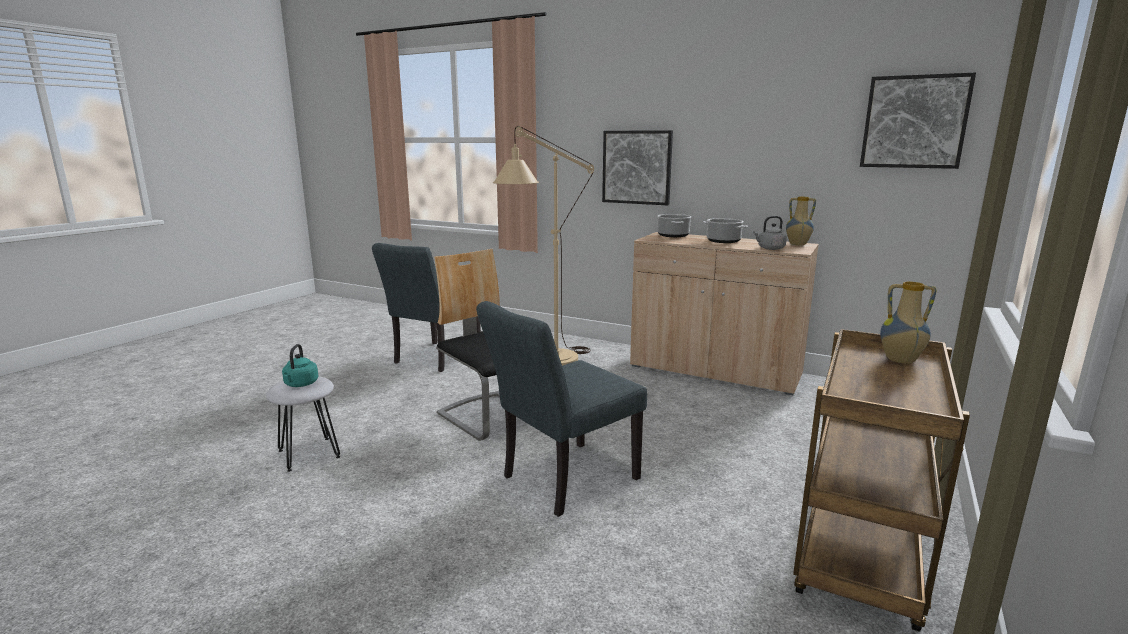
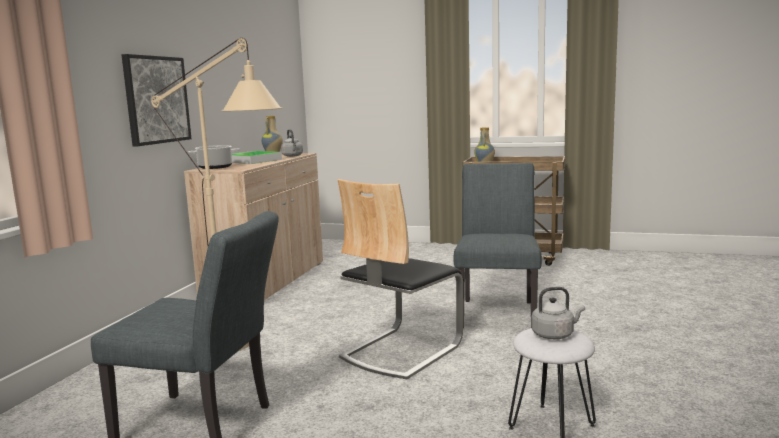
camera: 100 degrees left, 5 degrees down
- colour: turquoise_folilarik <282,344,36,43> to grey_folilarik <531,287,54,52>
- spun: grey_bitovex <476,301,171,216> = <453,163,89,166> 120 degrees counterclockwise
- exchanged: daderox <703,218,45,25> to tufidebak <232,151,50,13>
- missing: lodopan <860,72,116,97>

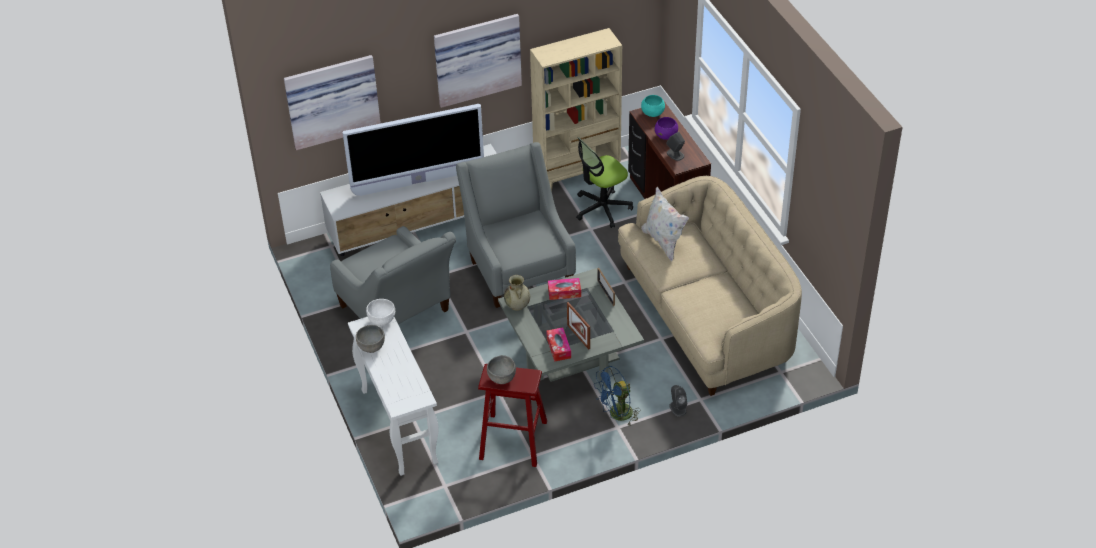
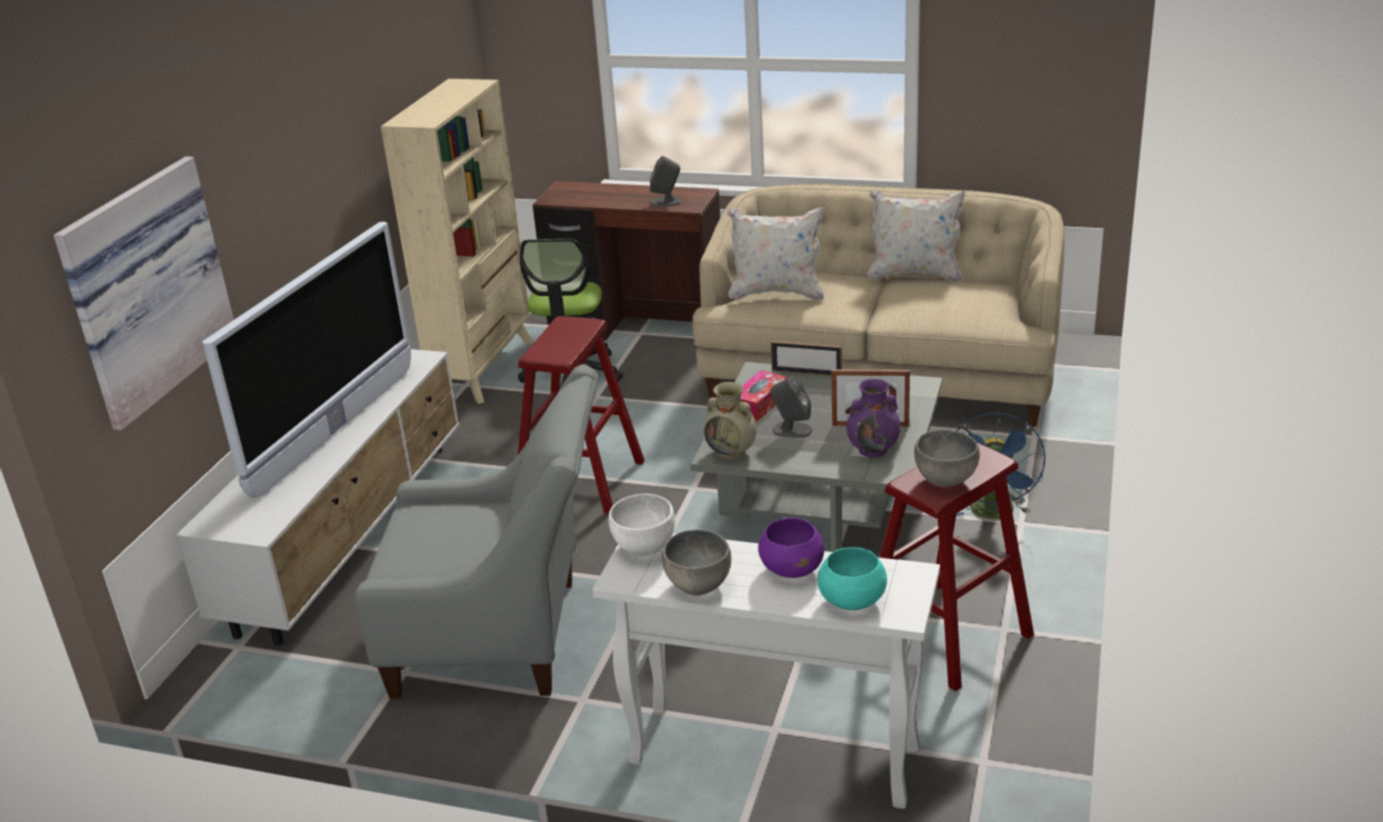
camera: 50 degrees left, 15 degrees down
- missing: lodopan <434,14,88,94>
- exchanged: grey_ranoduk <456,142,120,166> to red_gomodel <518,316,127,198>
- exchanged: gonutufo <547,327,24,35> to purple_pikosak <847,379,54,79>
- relocated: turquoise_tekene <641,95,24,22> to <817,547,70,63>
- relocated: purple_tekene <655,117,23,23> to <758,518,66,60>
- relocated: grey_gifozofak <669,385,18,32> to <770,376,42,62>
- appeared: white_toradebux <867,190,98,91>

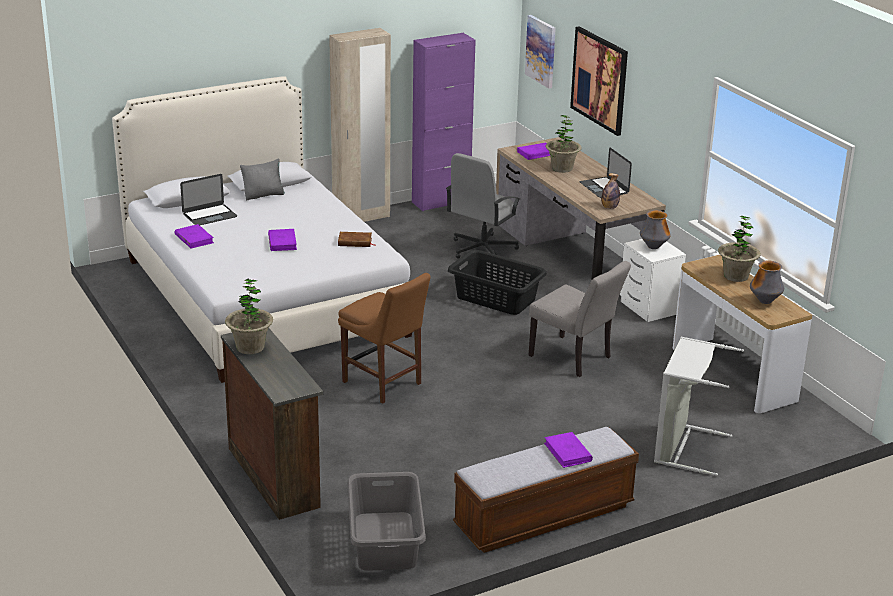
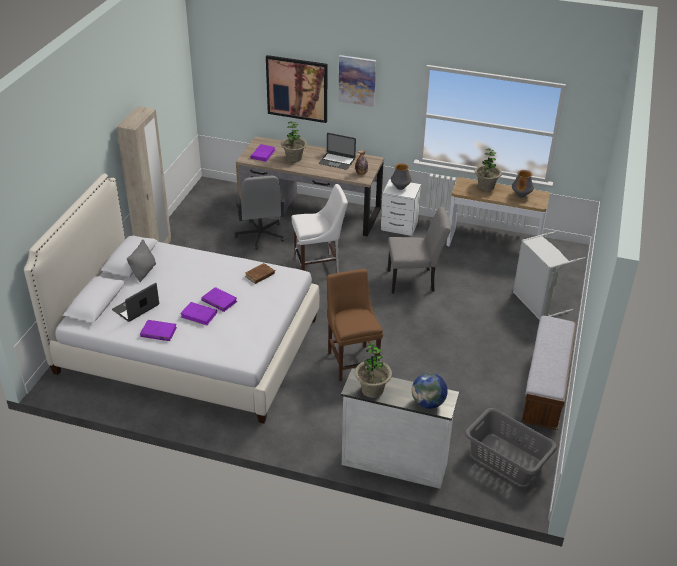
camera: 45 degrees left, 10 degrees up
- spun: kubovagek <180,174,57,51> = <112,283,47,39> 150 degrees counterclockwise
- colour: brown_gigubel <221,327,102,193> to white_gigubel <341,369,118,120>
- spun: brown_bitovex <338,273,93,131> = <327,269,56,112> 105 degrees counterclockwise
- missing: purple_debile <412,33,64,178>
- exchanged: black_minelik <448,250,99,65> to white_bitovex <291,184,57,89>
- relocated: lodopan <525,15,31,74> to <338,55,38,52>
- relocated: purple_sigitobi <544,432,49,36> to <180,302,37,23>
- appeared: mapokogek <412,373,36,36>

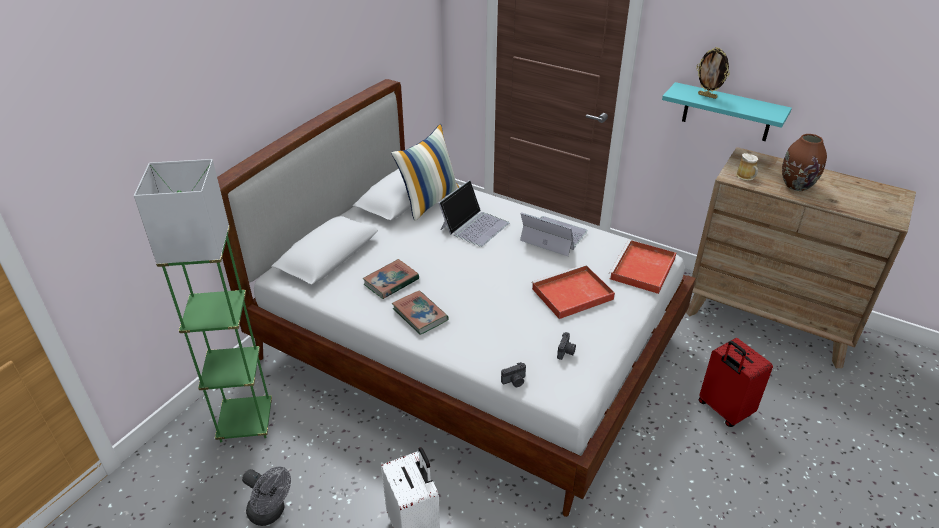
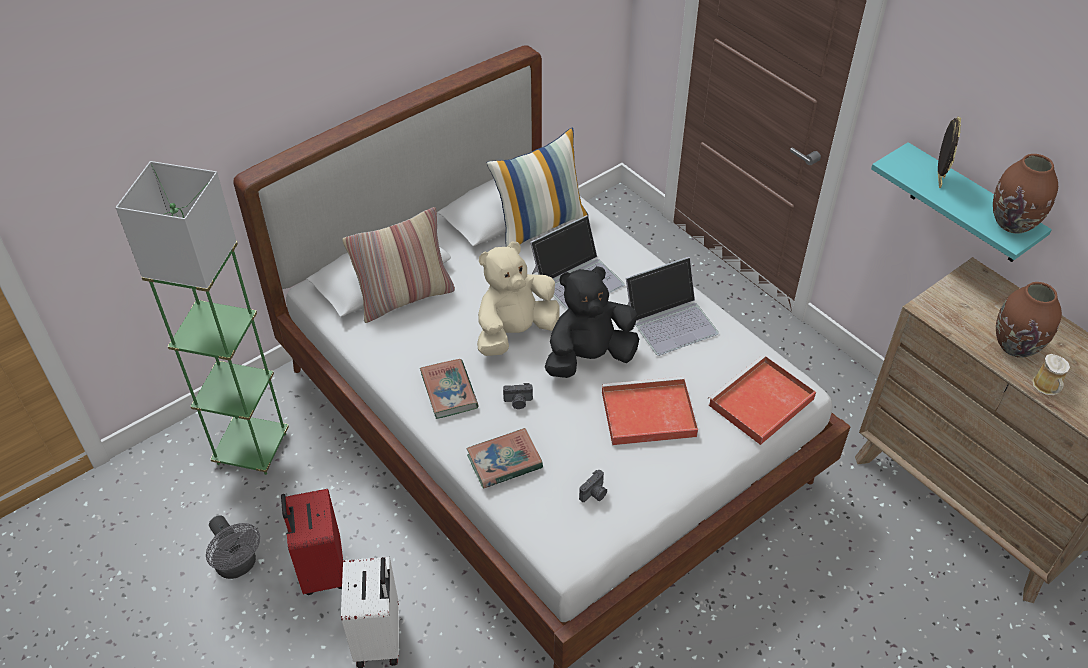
camera: 20 degrees right, 10 degrees up
- relocated: sigitobi <363,259,56,40> to <467,428,76,61>
- relocated: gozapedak <501,362,25,25> to <503,383,30,26>
- spun: kubovagek <520,212,68,44> = <626,257,93,99> 105 degrees clockwise
- spun: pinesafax <696,47,34,52> = <938,117,23,71> 135 degrees counterclockwise
- relocated: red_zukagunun <699,338,74,89> to <281,489,62,106>
- relocated: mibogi <736,153,22,28> to <1032,354,38,41>
- appeared: toradebux <342,207,113,116>
- appeared: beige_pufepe <477,242,83,114>
- appeared: black_pufepe <545,266,94,112>
- appeared: brown_pikosak <993,154,65,80>

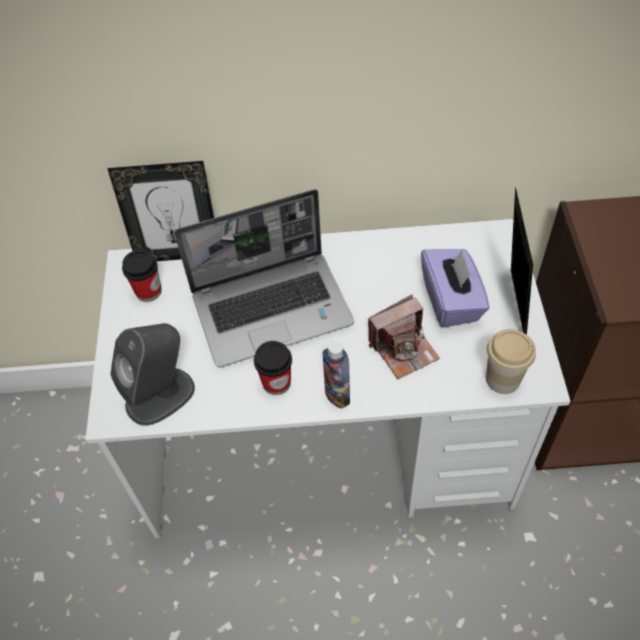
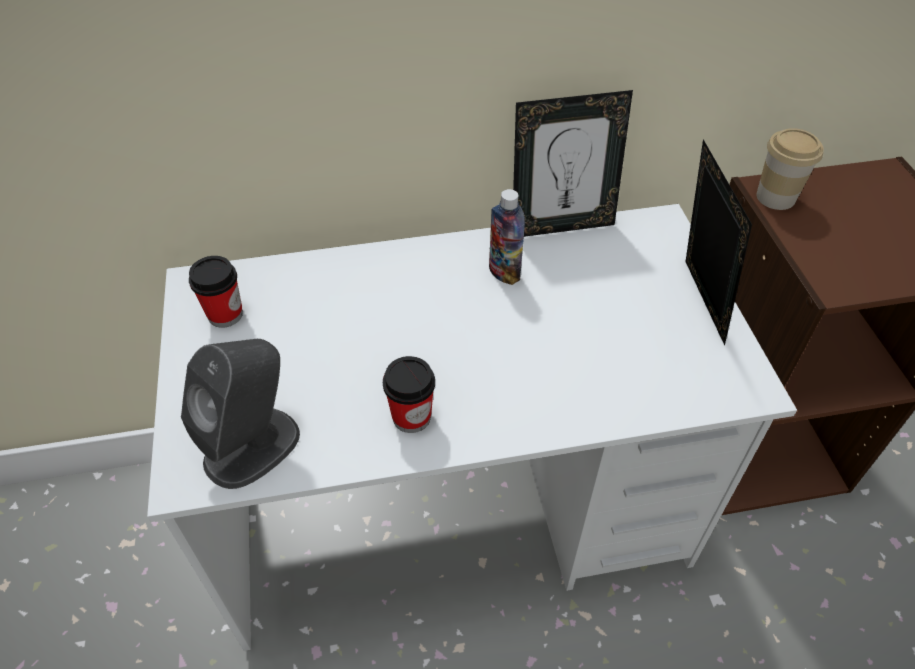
camera: 10 degrees left, 5 degrees down
- relocated: pinesafax <107,161,107,100> to <513,90,120,147>
- missing: kubovagek <174,189,180,178>
- relocated: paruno <323,341,27,68> to <489,189,36,96>
- missing: gozapedak <368,295,72,84>
- missing: purple_gonutufo <421,248,68,80>
- relocated: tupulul <486,329,50,65> to <756,128,68,82>

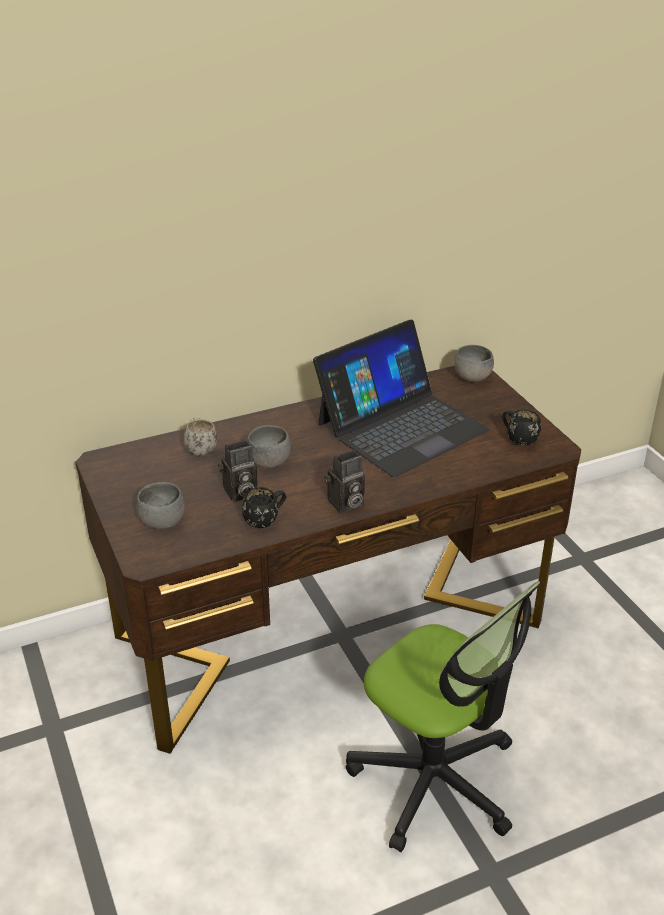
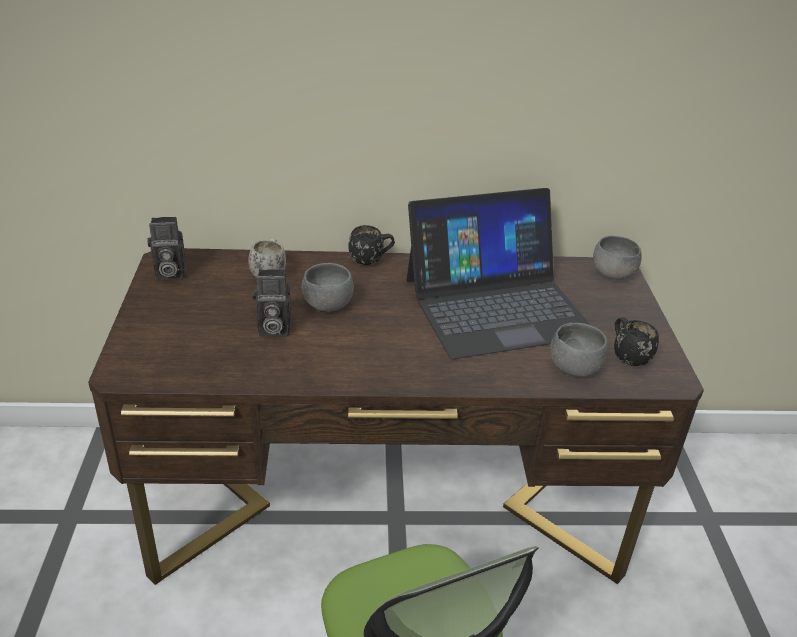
camera: 20 degrees right, 0 degrees up
- relocated: grey_tekene <136,482,49,47> to <550,323,58,54>
- relocated: black_mibogi <242,487,45,41> to <348,225,47,40>
- relocated: gozapedak <324,450,41,64> to <147,217,39,64>

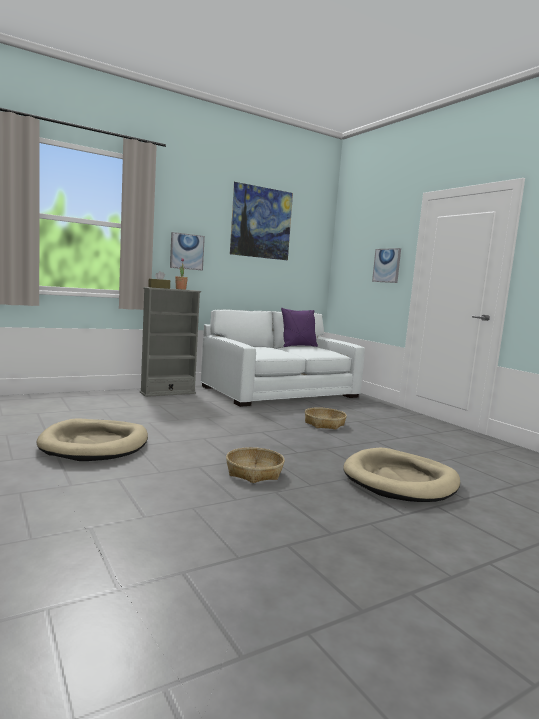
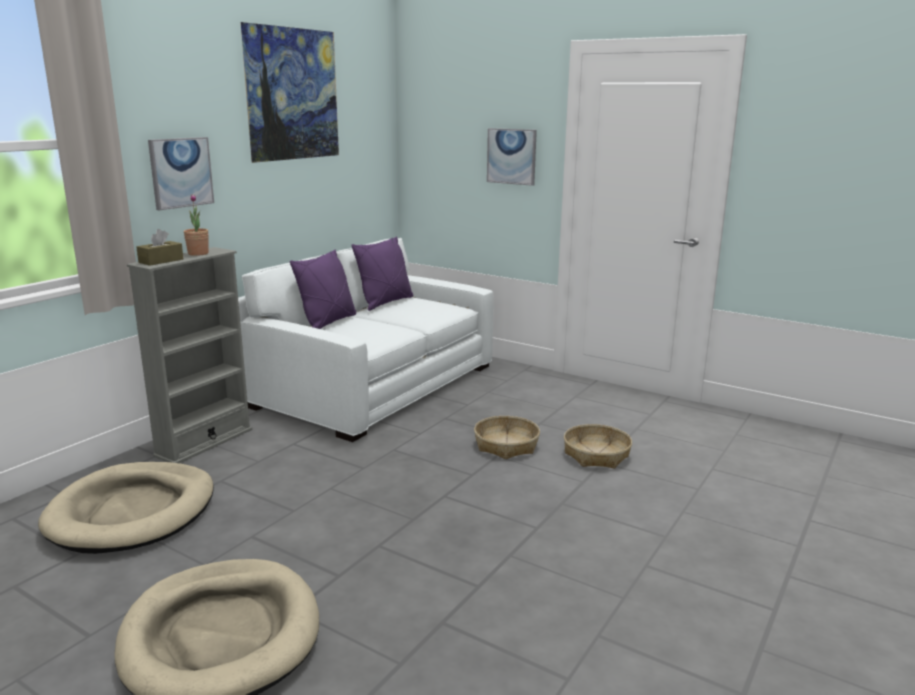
camera: 25 degrees left, 10 degrees up
- relocated: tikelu <226,447,59,36> to <564,424,68,44>
- relocated: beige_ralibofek <343,448,117,54> to <38,462,176,92>
- appeared: purple_toradebux <290,250,66,79>

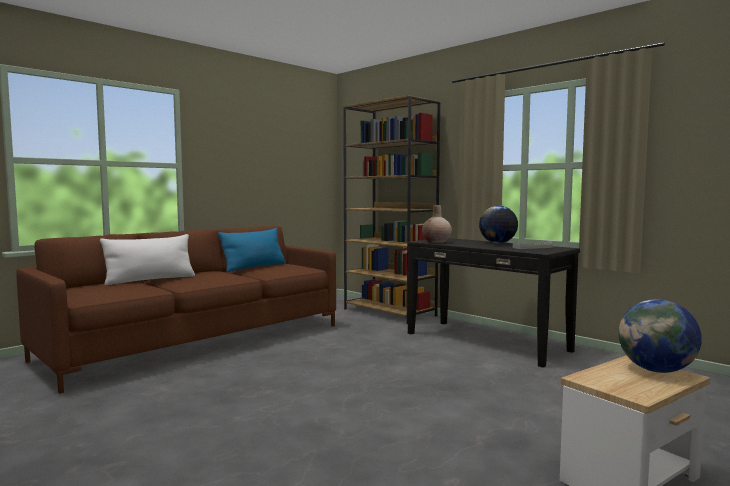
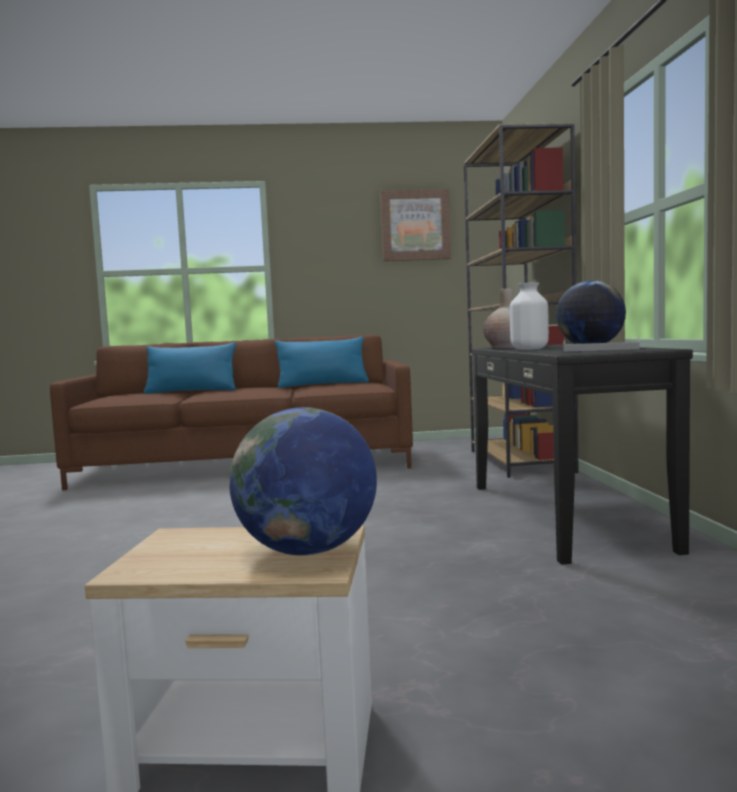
camera: 40 degrees right, 0 degrees up
- colour: white_toradebux <100,234,95,51> to blue_toradebux <144,343,92,51>
- appeared: lodopan <380,189,71,72>
- appeared: white_pikosak <510,282,39,68>

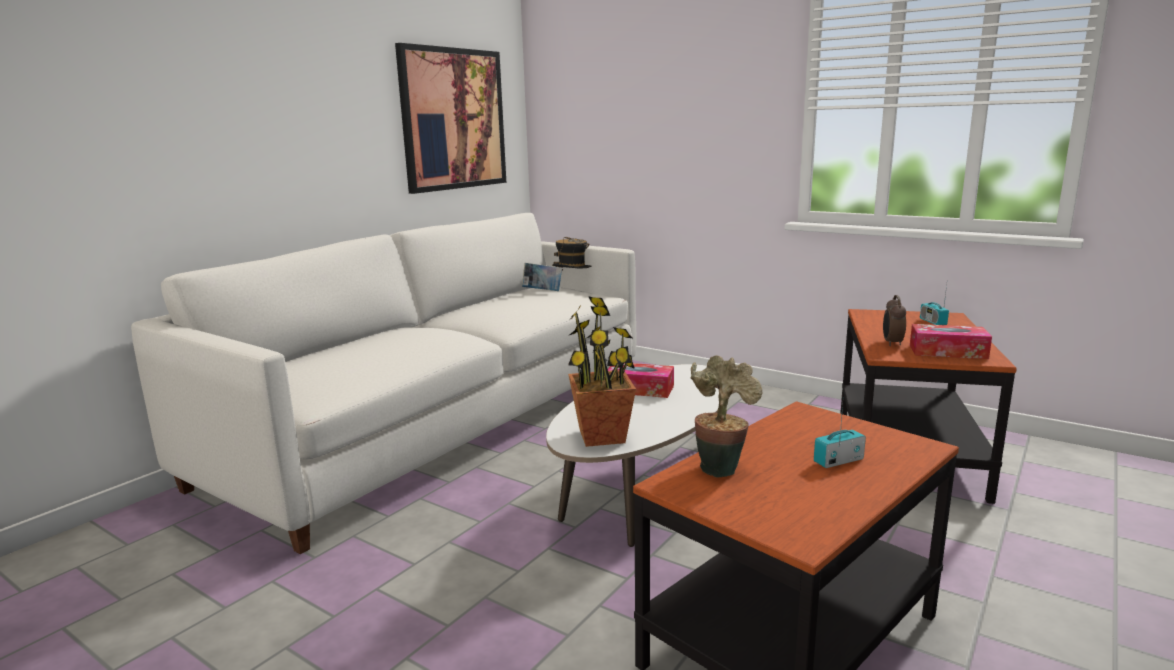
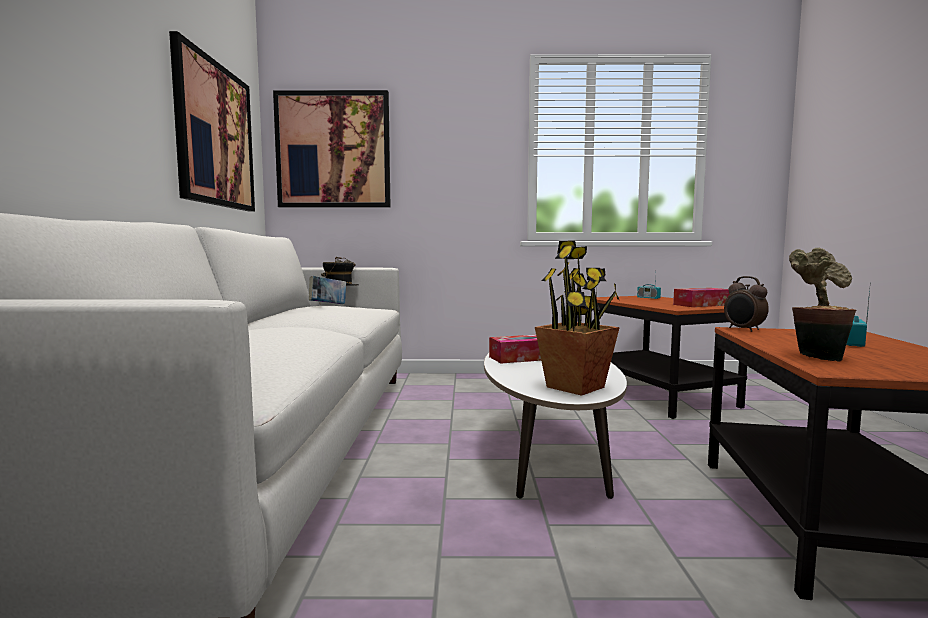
camera: 35 degrees left, 10 degrees down
- relocated: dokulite <883,295,23,51> to <724,276,45,56>
- appeared: lodopan <273,90,118,118>

